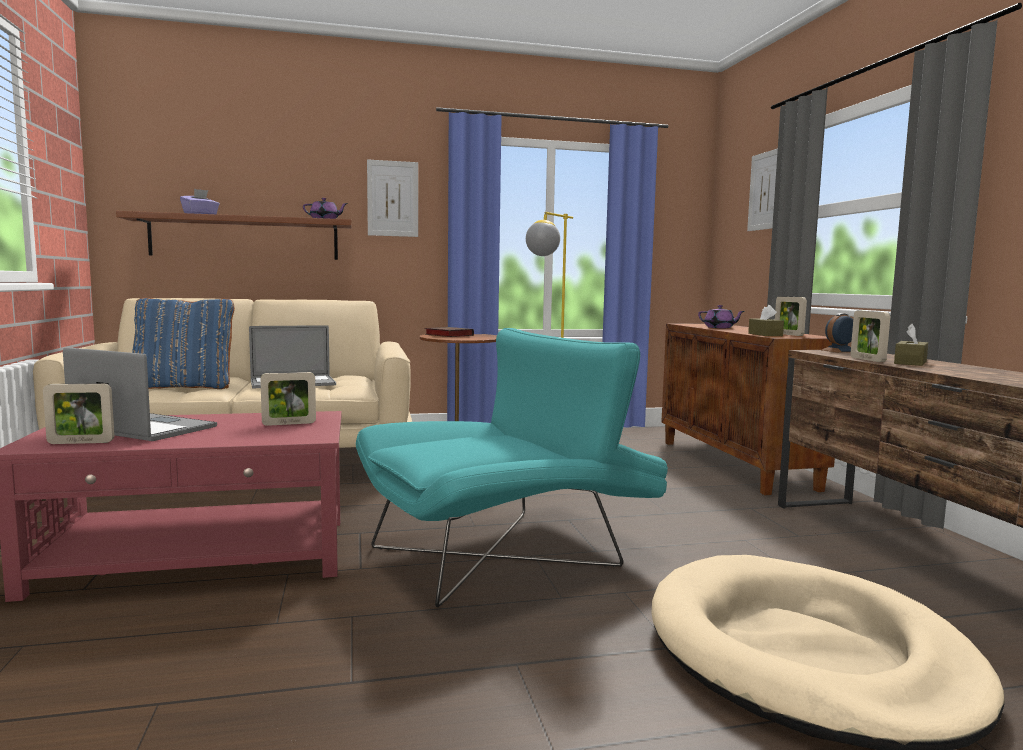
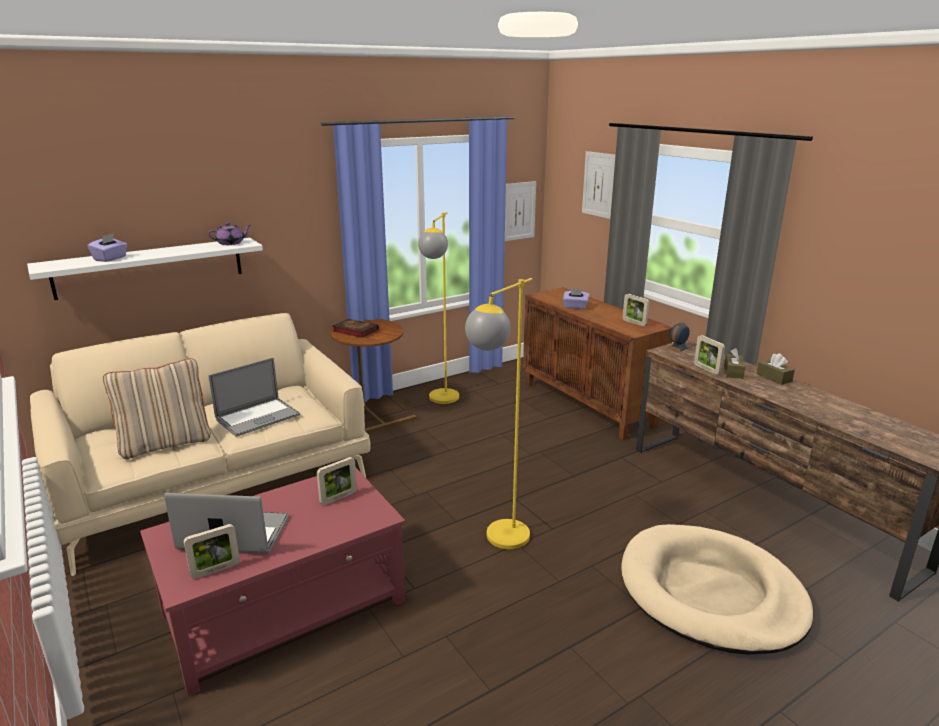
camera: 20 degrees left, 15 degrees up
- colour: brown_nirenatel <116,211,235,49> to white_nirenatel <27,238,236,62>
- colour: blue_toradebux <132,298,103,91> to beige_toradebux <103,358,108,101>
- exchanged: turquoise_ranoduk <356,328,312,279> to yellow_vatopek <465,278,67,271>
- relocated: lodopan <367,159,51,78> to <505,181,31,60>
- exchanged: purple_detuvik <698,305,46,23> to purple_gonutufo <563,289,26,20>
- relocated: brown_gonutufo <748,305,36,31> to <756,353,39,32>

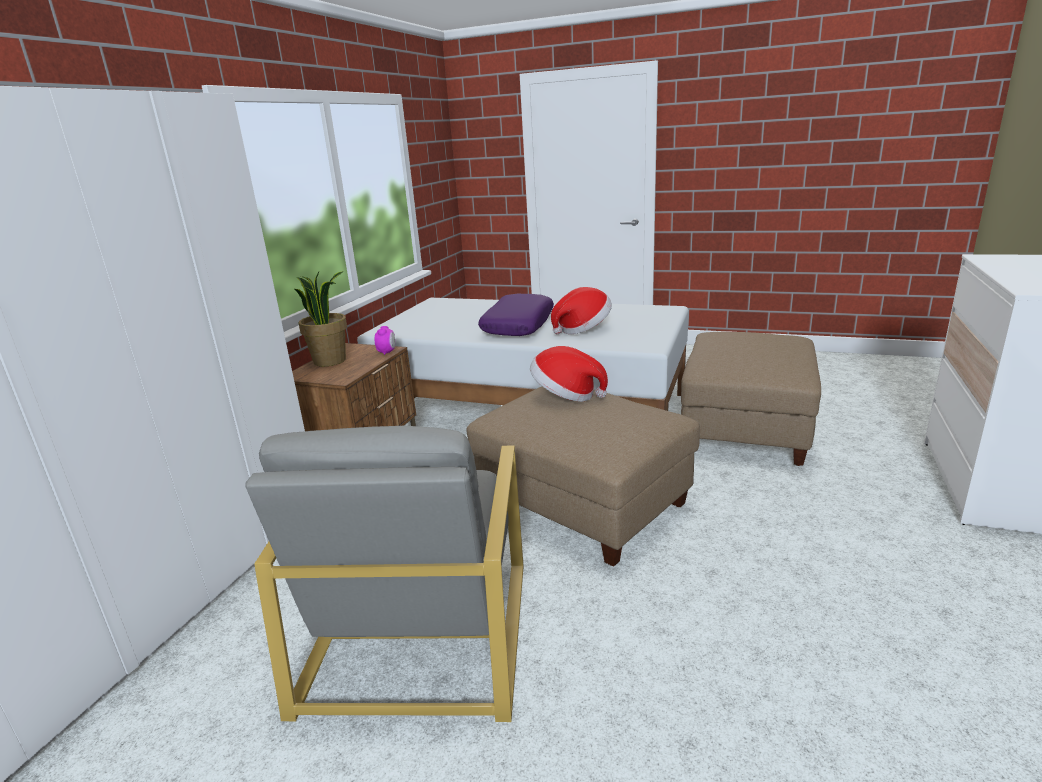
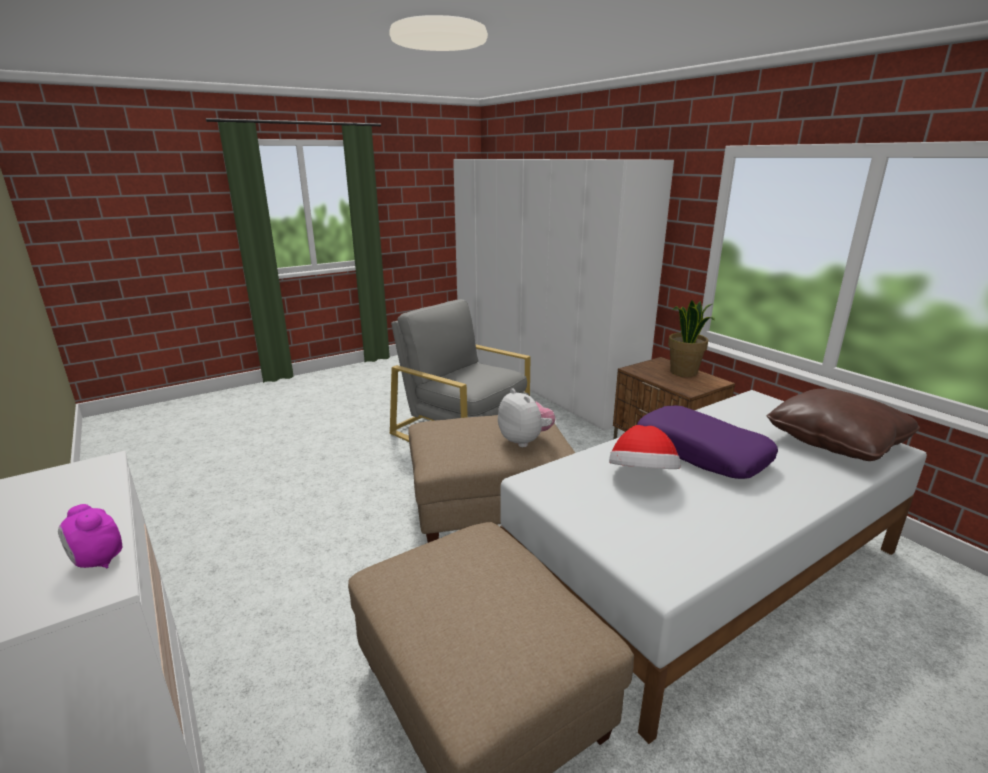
camera: 125 degrees right, 0 degrees up
- relocated: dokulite <374,326,21,29> to <58,504,64,65>
- exchanged: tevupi <530,346,78,56> to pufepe <498,388,57,59>
- appeared: brown_toradebux <767,389,153,72>

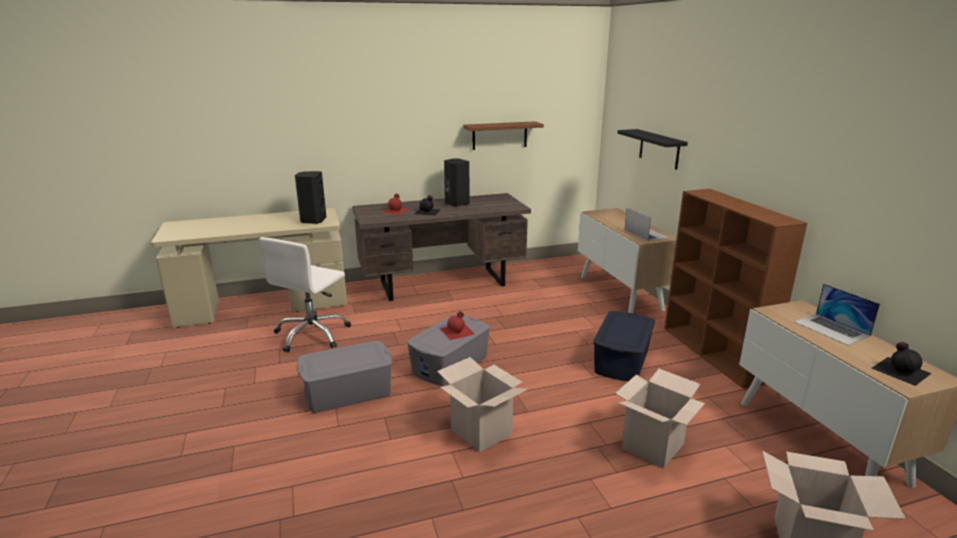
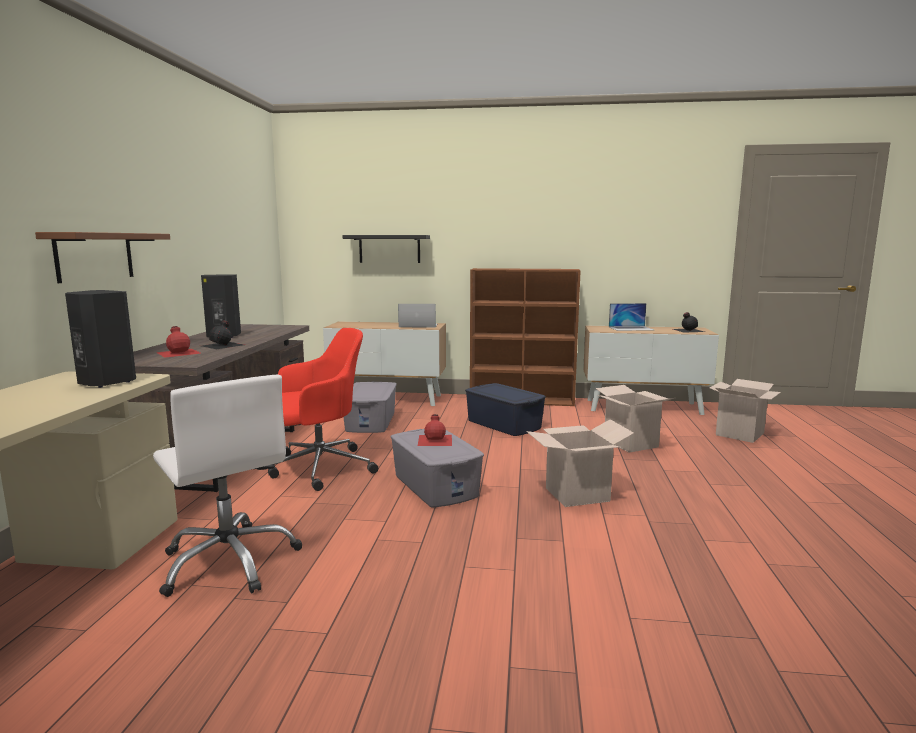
camera: 65 degrees left, 10 degrees down
- relocated: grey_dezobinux <297,341,95,72> to <343,382,54,51>
- relocated: brown_nirenatel <463,121,81,29> to <35,232,135,51>
- appeared: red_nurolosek <268,328,110,163>

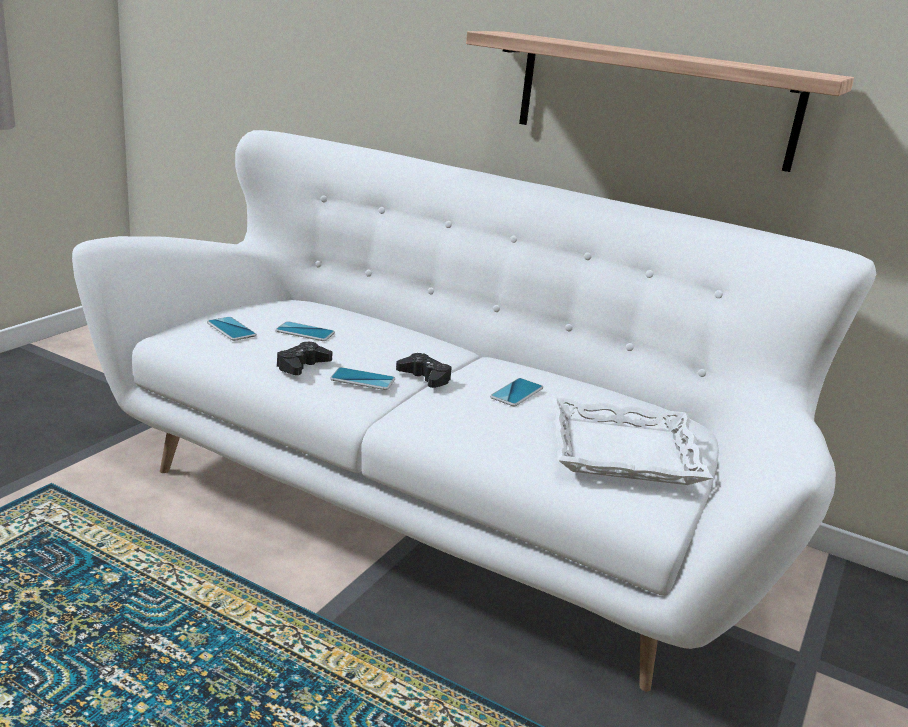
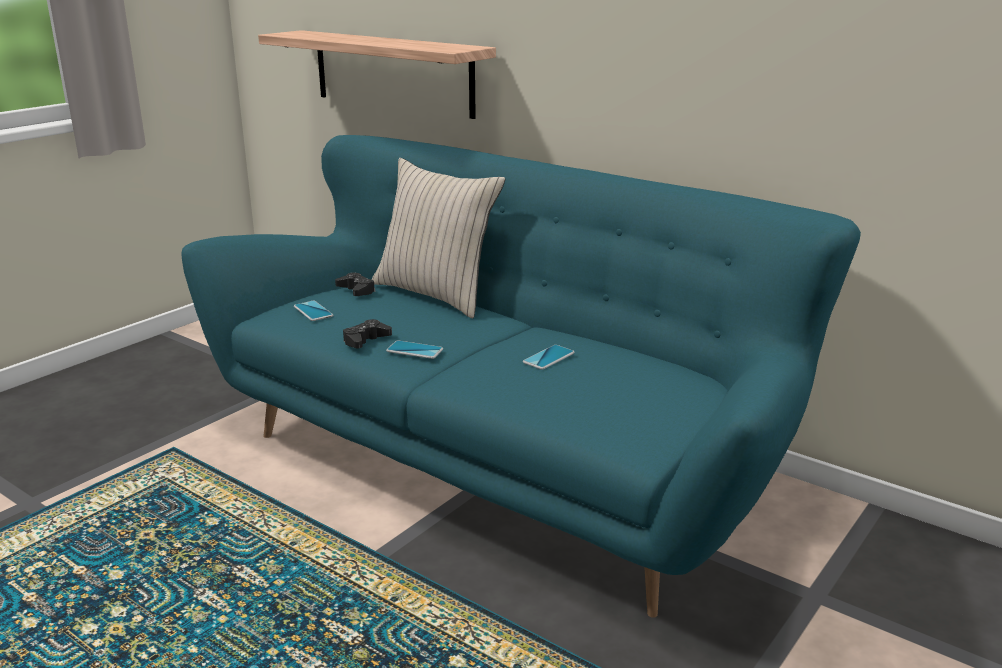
camera: 10 degrees right, 0 degrees up
- colour: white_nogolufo <72,130,804,562> to turquoise_nogolufo <182,135,679,483>
- missing: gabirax <275,321,60,20>
- relocated: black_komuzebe <396,353,56,35> to <335,273,40,23>
- relocated: nirenatel <466,31,388,141> to <258,30,238,89>
- missing: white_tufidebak <552,398,161,87>
- appeared: beige_toradebux <372,158,133,161>

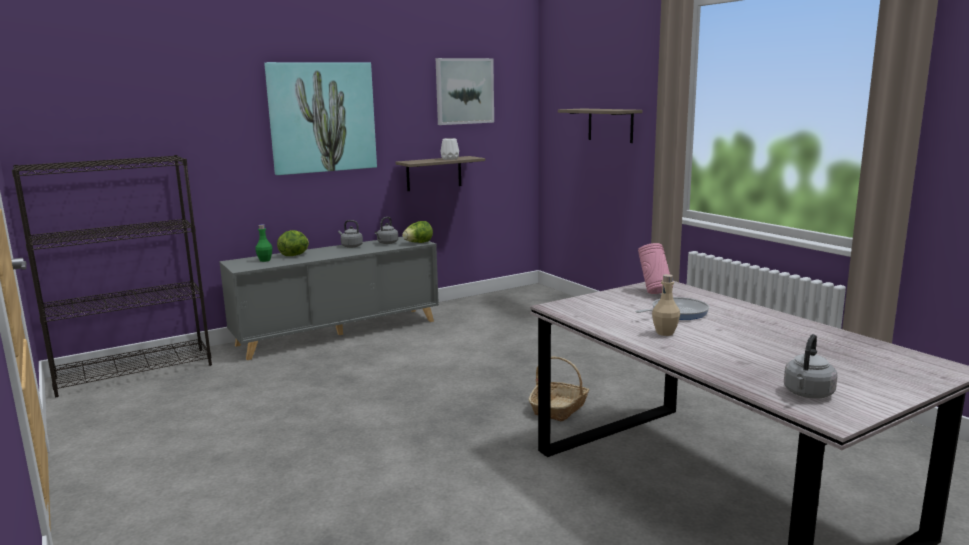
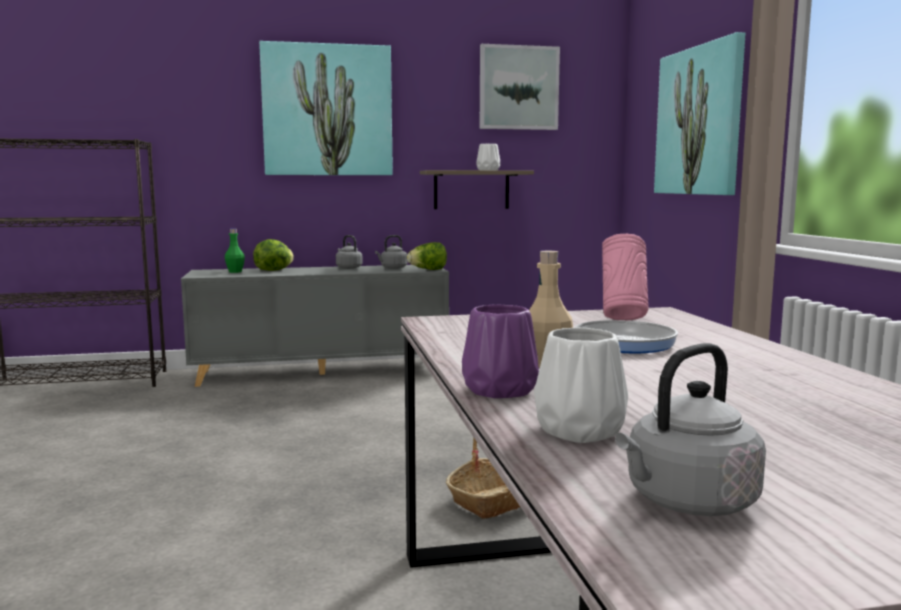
camera: 20 degrees right, 5 degrees down
- exchanged: nirenatel <558,109,85,34> to lodopan <654,32,91,163>
- appeared: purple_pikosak <462,304,77,94>
- appeared: white_pikosak <534,328,94,115>

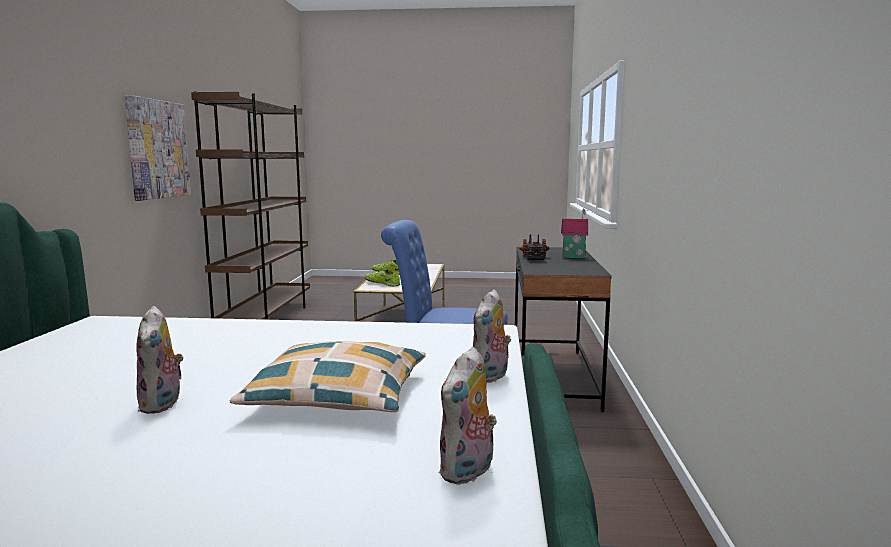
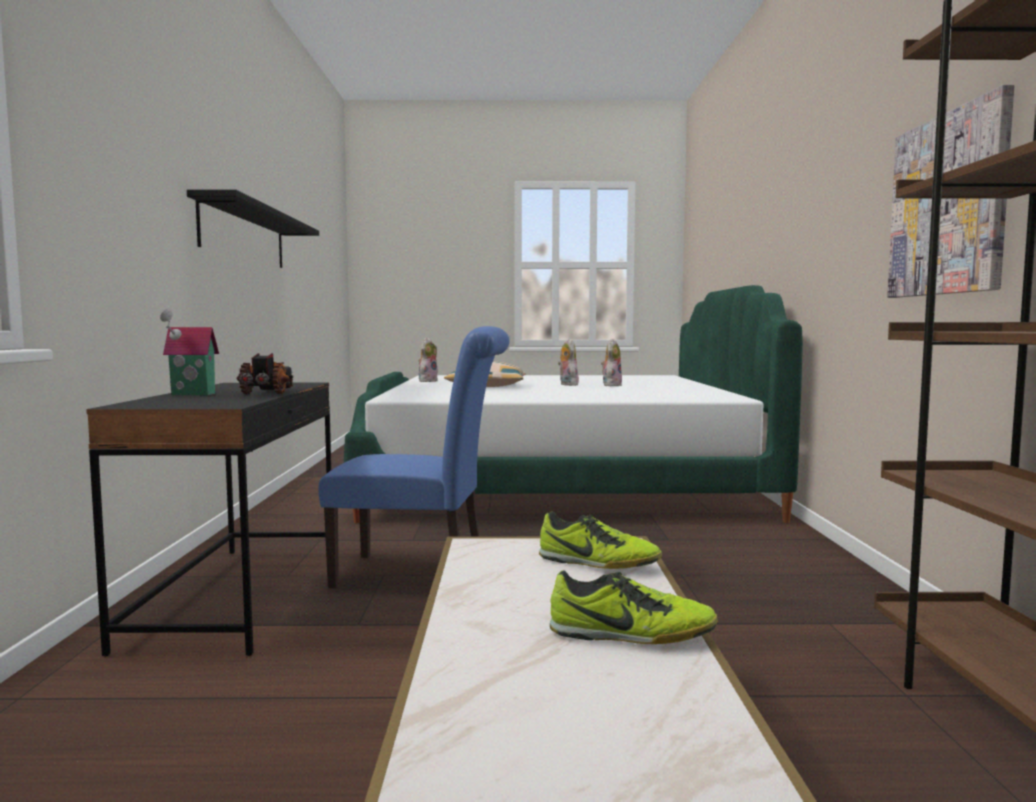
camera: 175 degrees right, 5 degrees down
- relocated: pufepe <473,289,38,94> to <601,338,21,48>
- appeared: black_nirenatel <187,190,132,78>

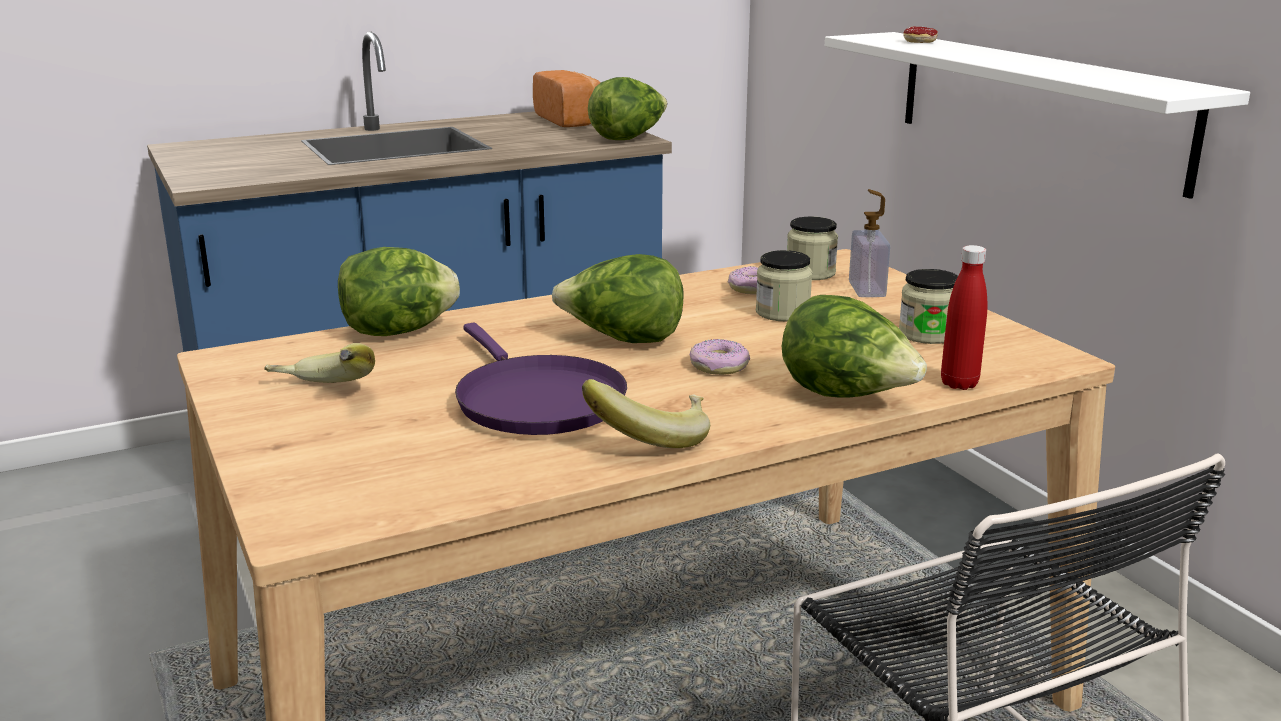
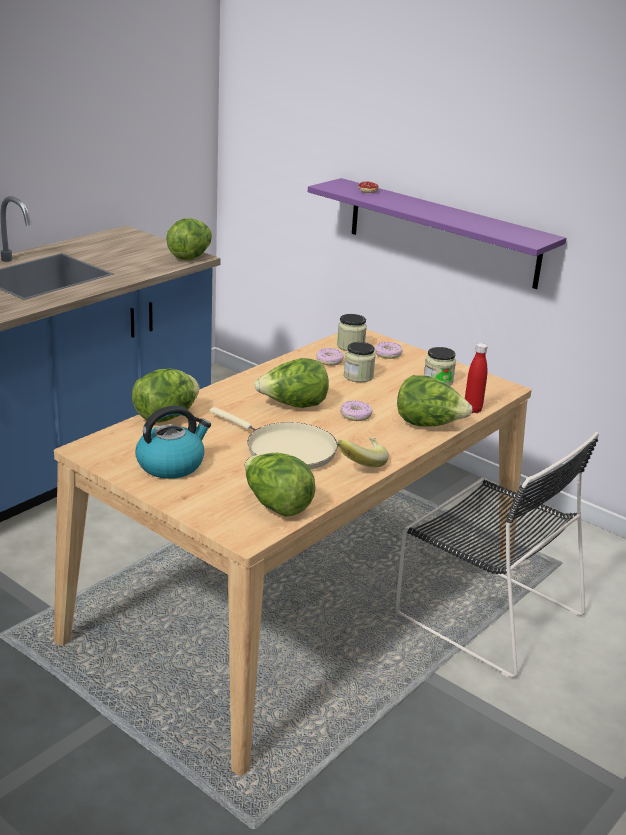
camera: 25 degrees left, 5 degrees up
- exchanged: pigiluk <264,343,111,40> to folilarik <136,405,75,74>
- colour: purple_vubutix <455,323,172,112> to beige_vubutix <210,407,128,63>
- missing: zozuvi <533,70,68,57>
- colour: white_nirenatel <825,32,425,167> to purple_nirenatel <308,178,258,111>
- exchanged: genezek <849,189,41,108> to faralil <374,342,29,17>
- appeared: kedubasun <245,453,71,64>

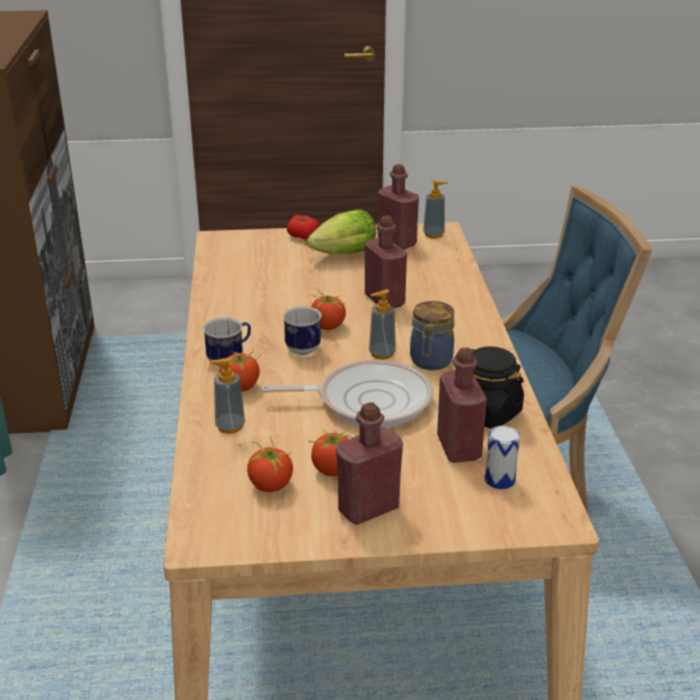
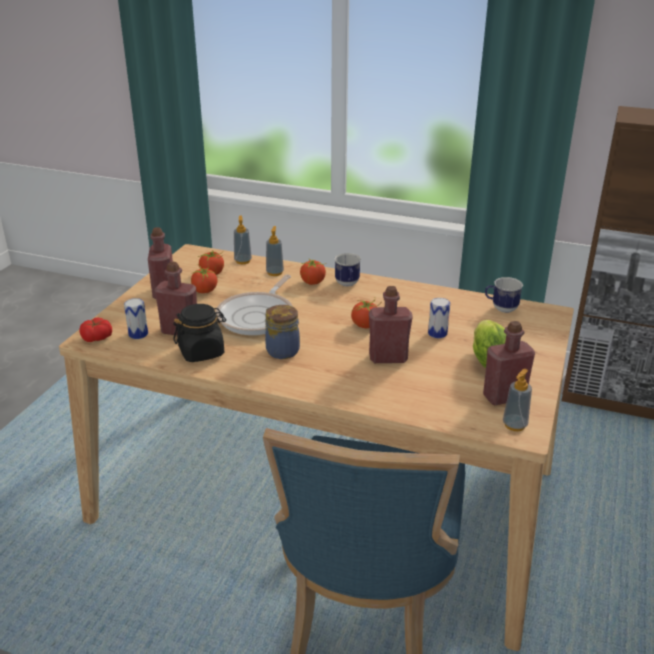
camera: 115 degrees right, 0 degrees up
- relocated: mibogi <283,306,39,49> to <485,277,38,36>
- relocated: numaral <287,215,32,24> to <80,317,32,25>
- relocated: genezek <369,289,27,71> to <234,215,18,49>
- appeared: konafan <428,298,22,40>

